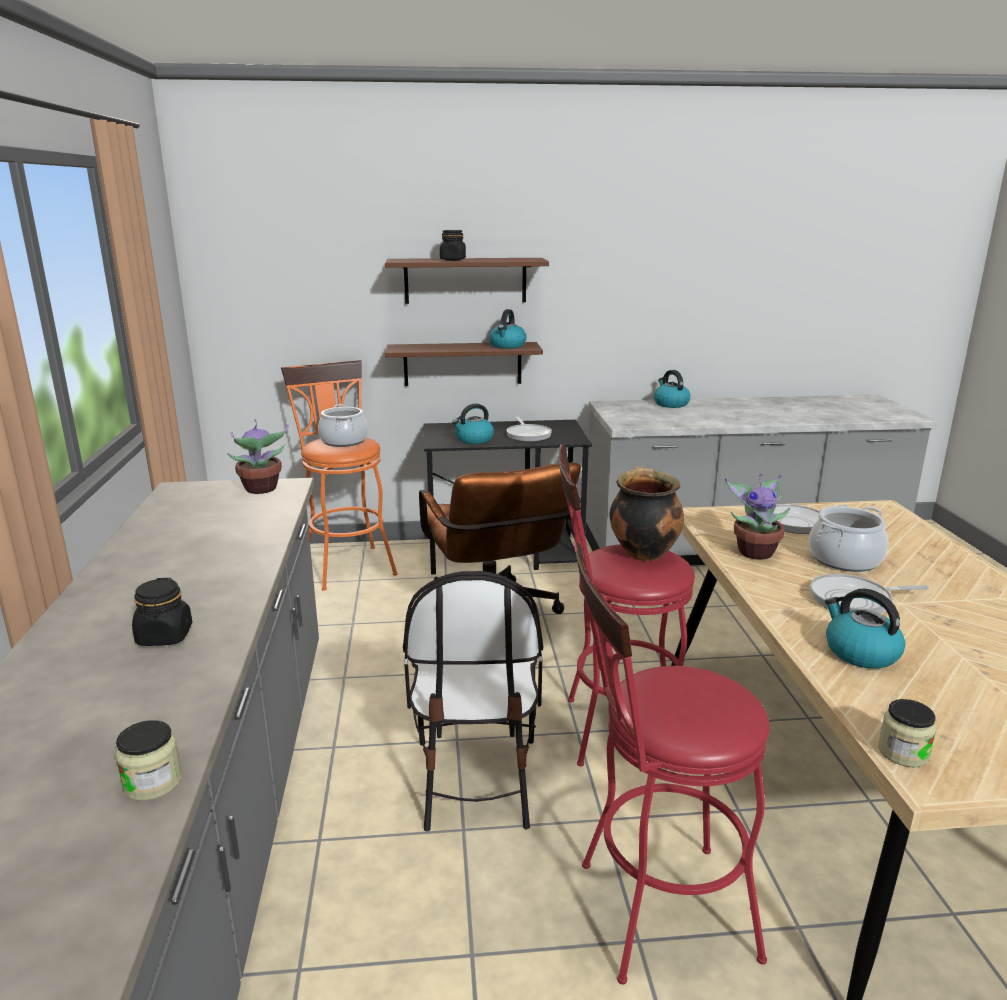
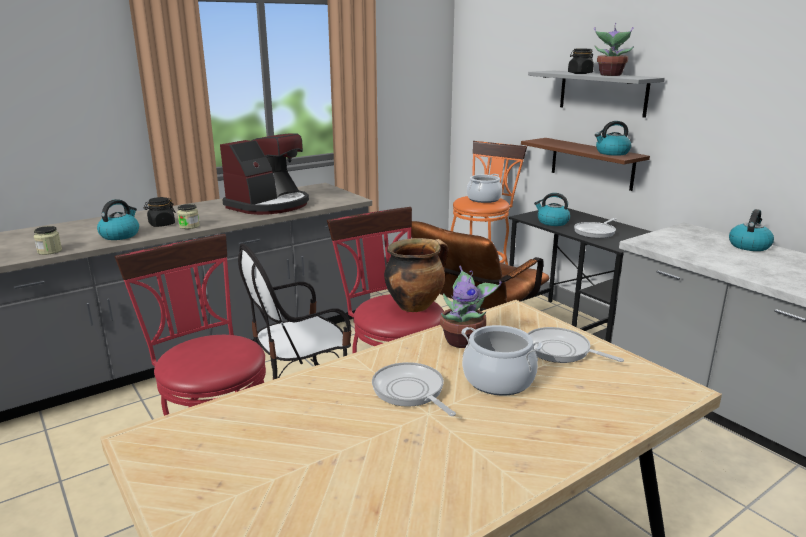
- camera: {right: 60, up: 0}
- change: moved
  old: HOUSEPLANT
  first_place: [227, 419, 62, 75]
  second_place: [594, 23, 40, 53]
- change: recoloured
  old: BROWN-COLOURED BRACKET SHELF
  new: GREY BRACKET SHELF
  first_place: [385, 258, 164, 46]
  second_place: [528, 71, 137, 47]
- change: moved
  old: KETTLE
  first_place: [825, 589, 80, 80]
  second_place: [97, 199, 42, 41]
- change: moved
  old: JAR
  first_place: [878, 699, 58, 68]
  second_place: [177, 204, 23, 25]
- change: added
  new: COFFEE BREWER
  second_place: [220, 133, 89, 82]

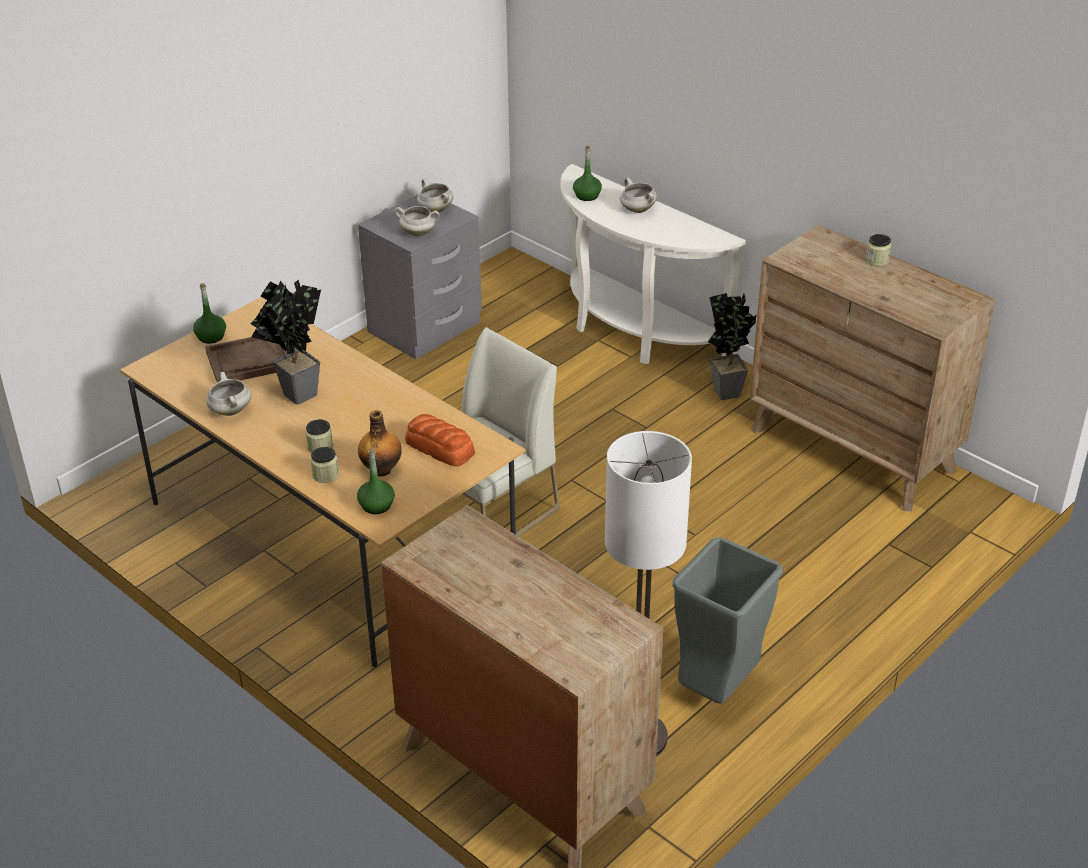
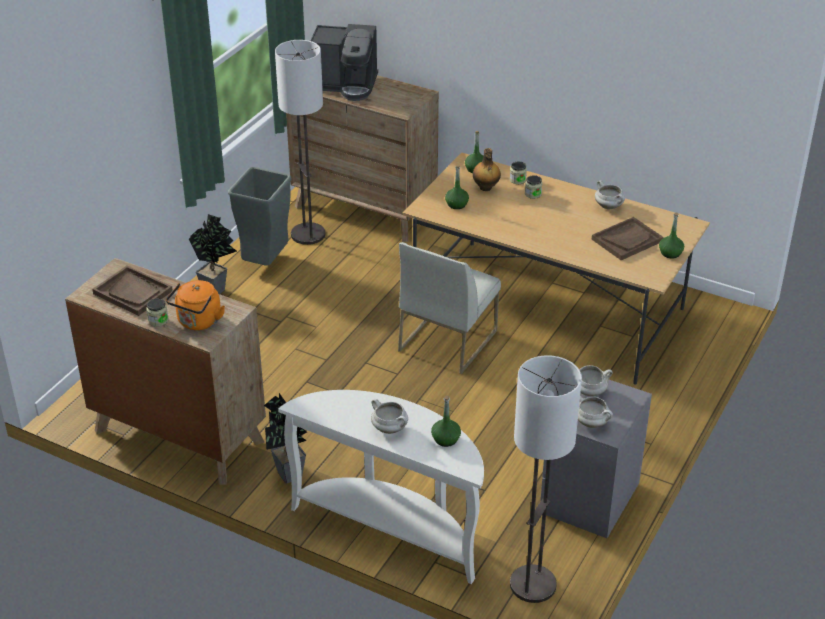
- camera: {right: 165, up: 0}
- change: moved
  old: HOUSEPLANT
  first_place: [251, 280, 70, 125]
  second_place: [189, 214, 48, 80]
- change: replaced
  old: BAKERY BREAD
  new: GREEN-COLOURED DRINK BOTTLE
  first_place: [405, 414, 70, 52]
  second_place: [445, 165, 24, 44]
- change: added
  new: BROWN-COLOURED CARRYING TRAY
  second_place: [92, 266, 81, 50]
- change: added
  new: ORANGE-COLOURED KETTLE
  second_place: [166, 280, 59, 50]
- change: added
  new: COFFEE BREWER
  second_place: [310, 24, 68, 77]
- change: added
  new: FLOOR LAMP
  second_place: [510, 355, 72, 248]

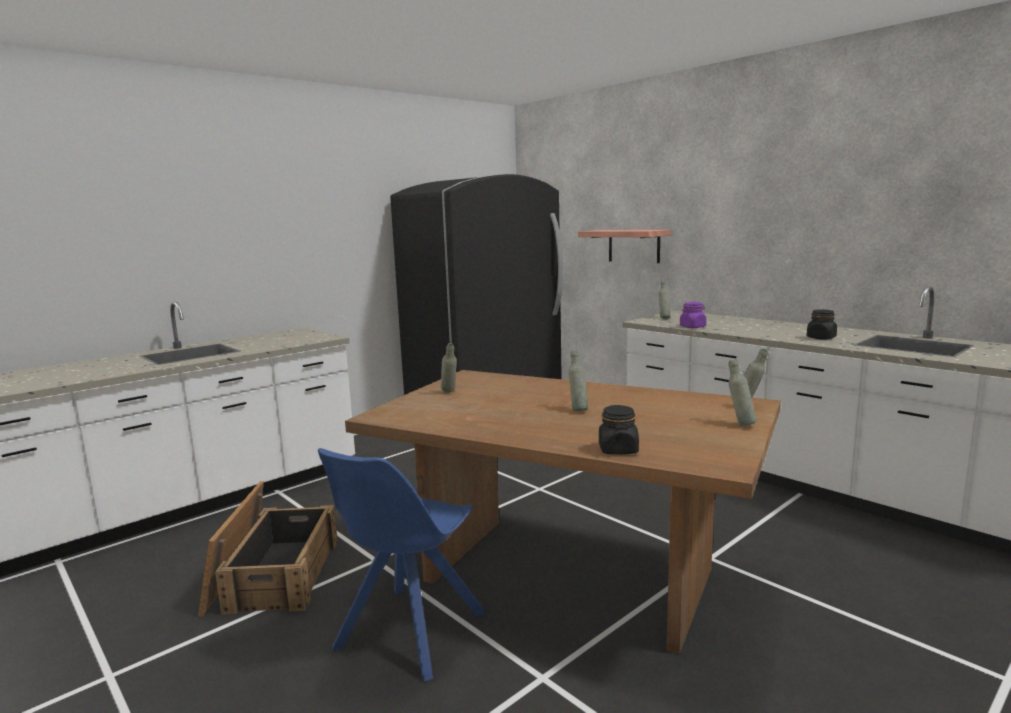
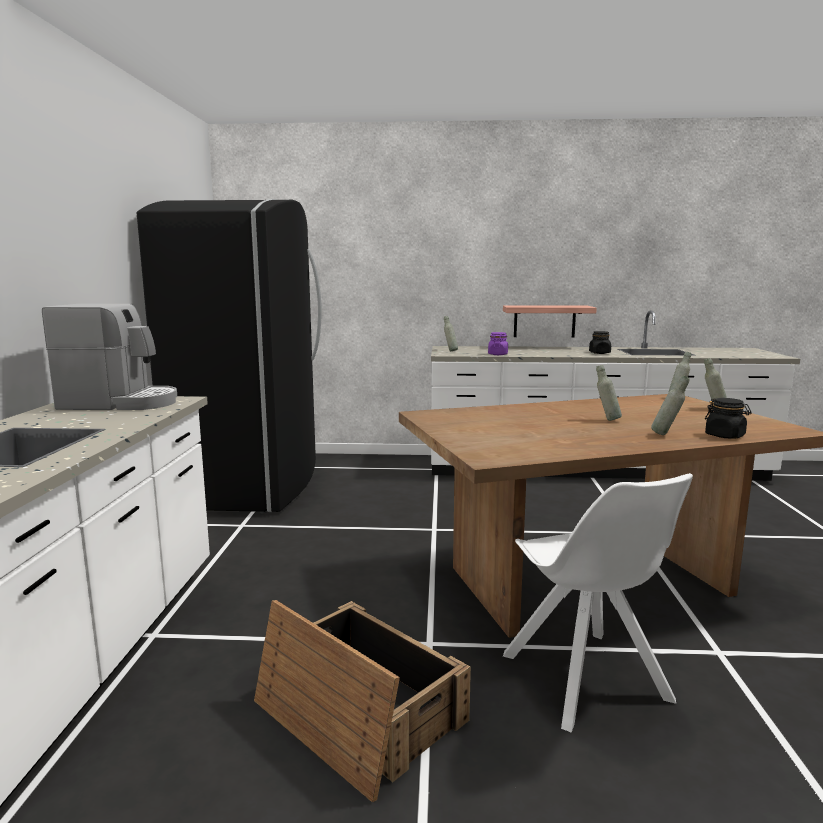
- camera: {right: -45, up: 0}
- change: recoloured
  old: BLUE-COLOURED CHAIR
  new: WHITE-COLOURED CHAIR
  first_place: [318, 448, 167, 234]
  second_place: [503, 473, 190, 260]
- change: moved
  old: GREY DRINK BOTTLE
  first_place: [441, 343, 16, 50]
  second_place: [651, 376, 39, 59]
- change: moved
  old: BRACKET SHELF
  first_place: [578, 230, 93, 33]
  second_place: [503, 305, 94, 32]
- change: added
  new: COFFEE BREWER
  second_place: [42, 304, 135, 106]

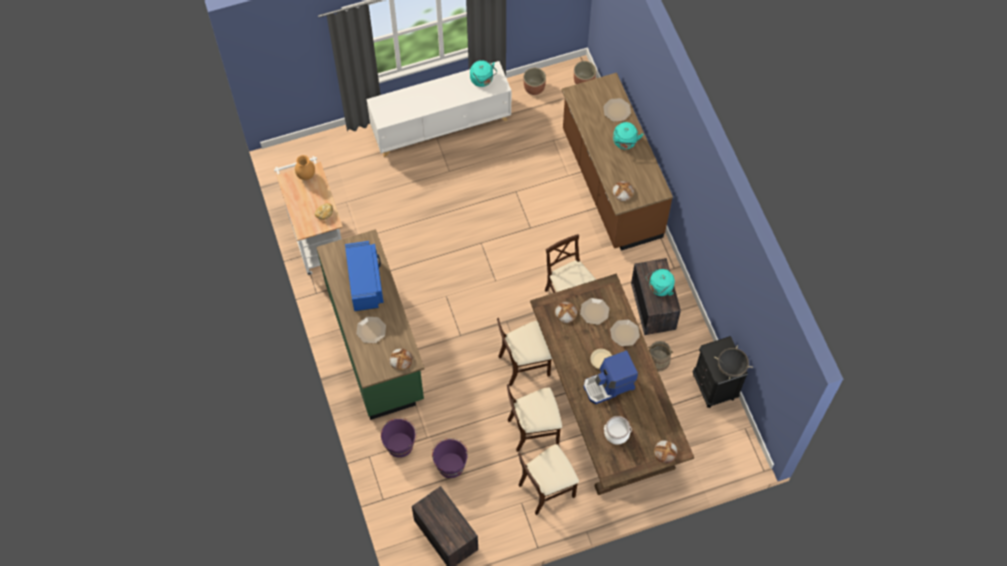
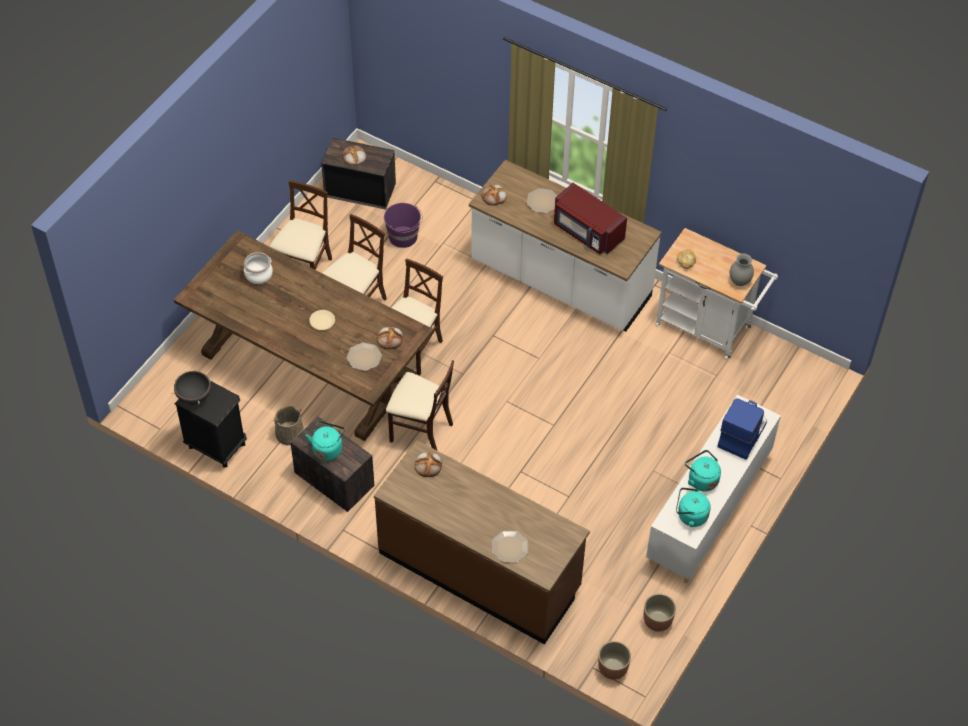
- camera: {right: 140, up: -10}
- change: recoloured
  old: BROWN-COLOURED DECORATIVE VASE
  new: GREY DECORATIVE VASE
  first_place: [295, 155, 20, 25]
  second_place: [730, 254, 24, 32]
- change: recoloured
  old: GREEN-COLOURED KITCHEN BASE UNIT
  new: WHITE-COLOURED KITCHEN BASE UNIT
  first_place: [316, 229, 108, 191]
  second_place: [469, 160, 193, 171]
- change: recoloured
  old: BLUE-COLOURED MICROWAVE
  new: REDDISH MICROWAVE
  first_place: [345, 241, 39, 71]
  second_place: [554, 183, 73, 71]
- change: removed
  old: PURPLE-COLOURED BUCKET
  first_place: [381, 418, 36, 40]
- change: moved
  old: COFFEE BREWER
  first_place: [584, 350, 54, 54]
  second_place: [717, 399, 50, 61]
- change: removed
  old: PLATE
  first_place: [610, 320, 30, 26]
- change: moved
  old: TURQUOISE-COLOURED KETTLE
  first_place: [613, 122, 30, 27]
  second_place: [685, 450, 36, 42]
- change: moved
  old: BAKERY BREAD
  first_place: [654, 440, 24, 23]
  second_place: [342, 145, 24, 20]

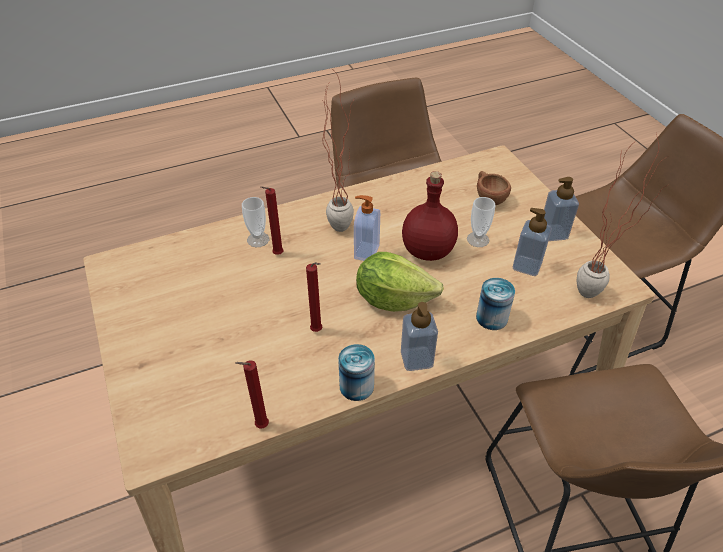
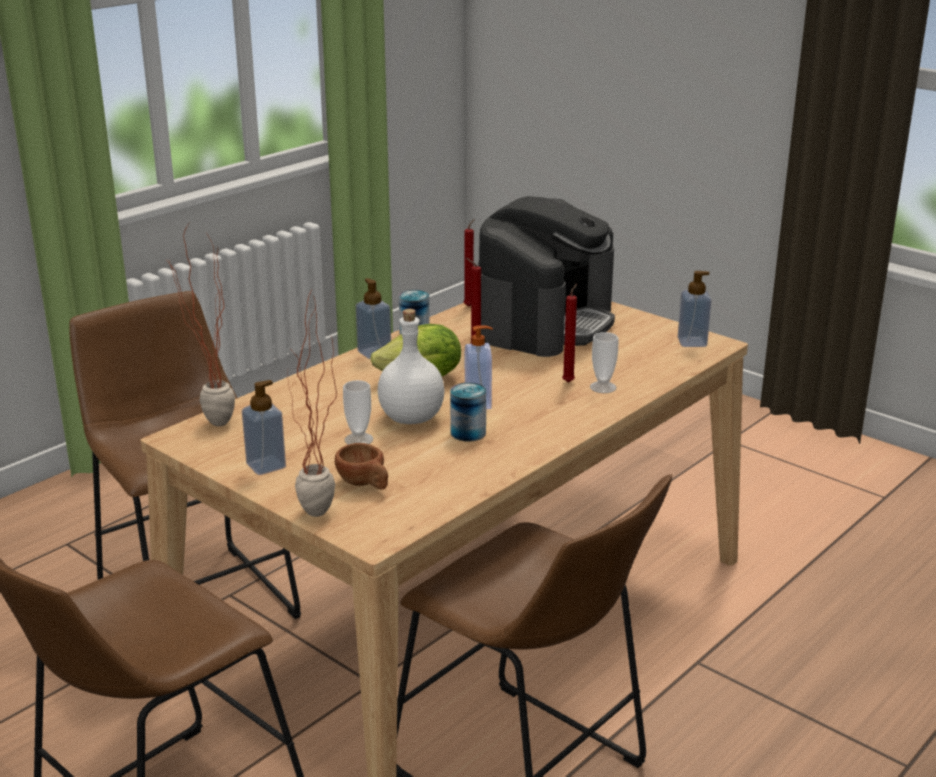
- camera: {right: 155, up: -20}
- change: moved
  old: HOUSEPLANT
  first_place: [322, 71, 34, 161]
  second_place: [287, 292, 50, 225]
- change: recoloured
  old: REDDISH DRINK BOTTLE
  new: WHITE-COLOURED DRINK BOTTLE
  first_place: [402, 171, 56, 90]
  second_place: [378, 309, 67, 115]
- change: moved
  old: METAL CAN
  first_place: [476, 278, 39, 52]
  second_place: [450, 383, 36, 59]
- change: moved
  old: SOAP BOTTLE
  first_place: [513, 208, 39, 68]
  second_place: [678, 271, 34, 76]
- change: added
  new: COFFEE BREWER
  second_place: [477, 196, 138, 161]

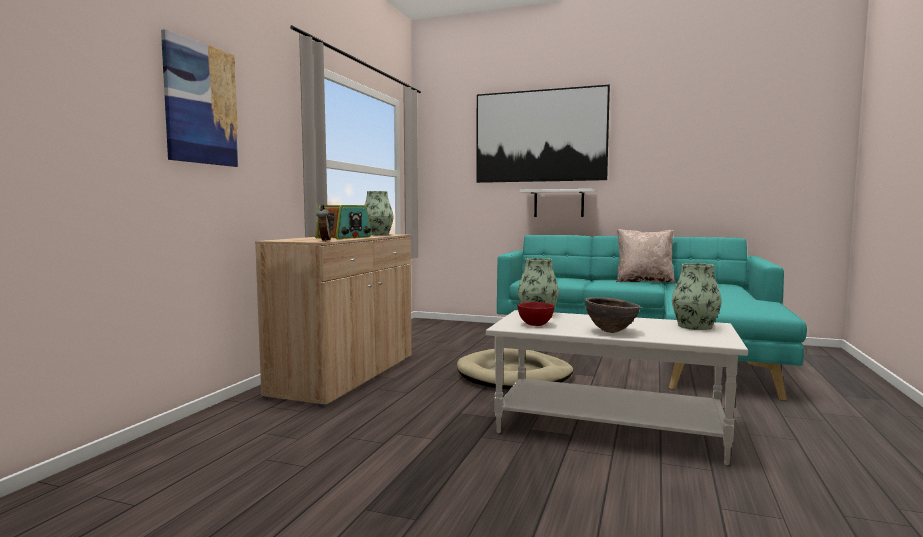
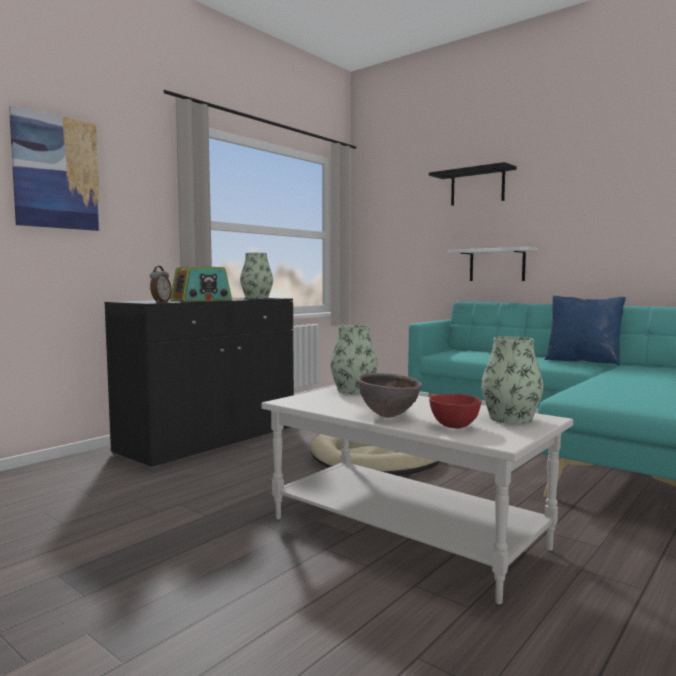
- camera: {right: 20, up: 0}
- change: recoloured
  old: BEIGE-COLOURED CABINET
  new: BLACK-COLOURED CABINET
  first_place: [255, 234, 157, 174]
  second_place: [104, 297, 190, 173]
- change: replaced
  old: WALL ART
  new: BLACK-COLOURED BRACKET SHELF
  first_place: [476, 85, 134, 98]
  second_place: [429, 162, 88, 44]
- change: moved
  old: REDDISH BOWL
  first_place: [517, 302, 38, 24]
  second_place: [429, 394, 52, 34]
- change: recoloured
  old: BEIGE-COLOURED CUSHION
  new: BLUE-COLOURED CUSHION
  first_place: [616, 229, 59, 54]
  second_place: [544, 295, 82, 70]

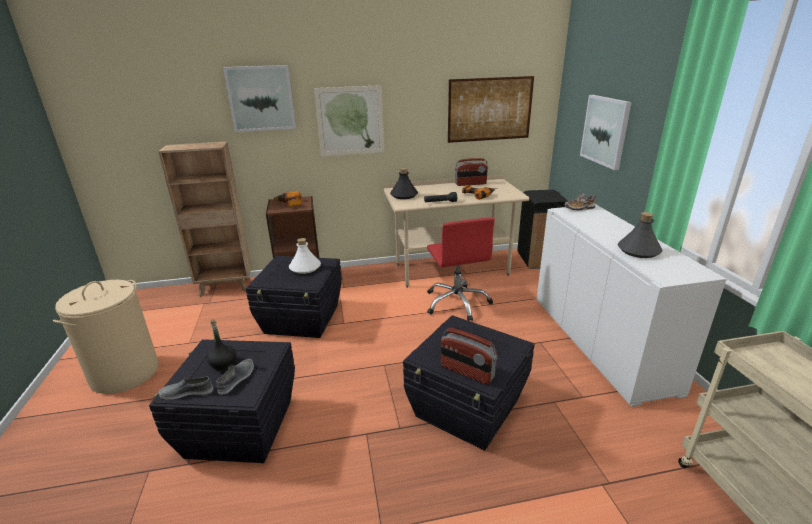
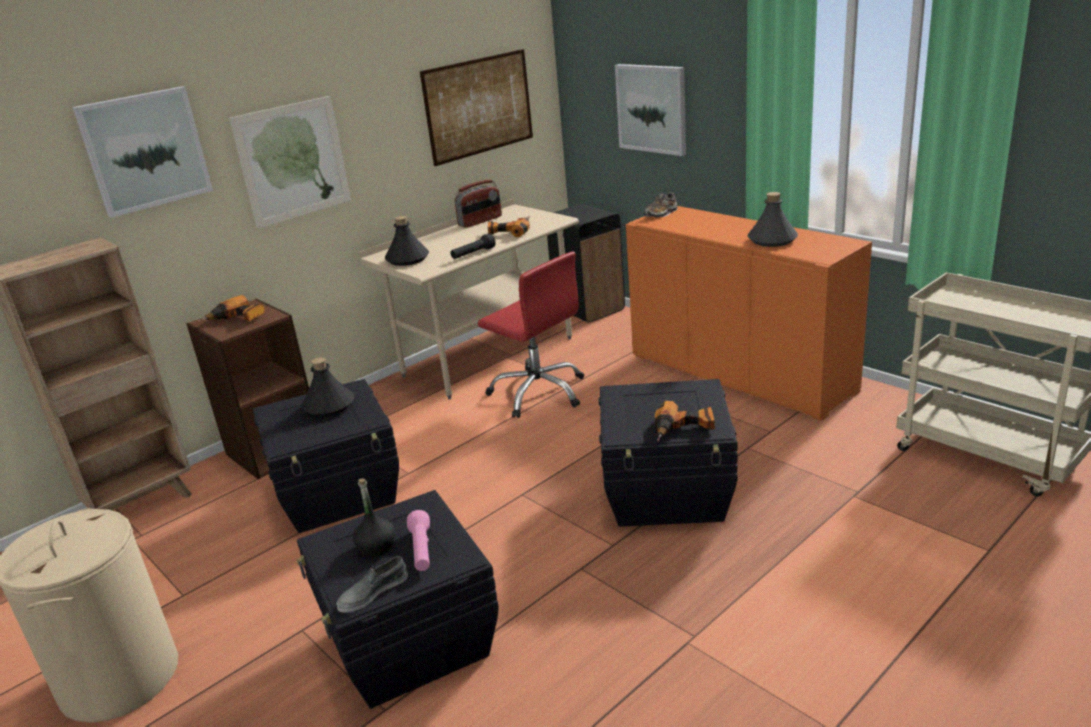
- camera: {right: -30, up: 0}
- change: replaced
  old: GREY LOW SHOE
  new: PINK TORCH
  first_place: [216, 359, 38, 36]
  second_place: [407, 510, 23, 61]
- change: recoloured
  old: WHITE-COLOURED DRINK BOTTLE
  new: BLACK-COLOURED DRINK BOTTLE
  first_place: [289, 238, 32, 36]
  second_place: [301, 357, 53, 59]
- change: replaced
  old: RADIO SET
  new: ELECTRIC DRILL
  first_place: [441, 328, 57, 57]
  second_place: [655, 401, 60, 41]
- change: recoloured
  old: WHITE-COLOURED CABINET
  new: ORANGE-COLOURED CABINET
  first_place: [536, 204, 191, 203]
  second_place: [626, 206, 246, 215]

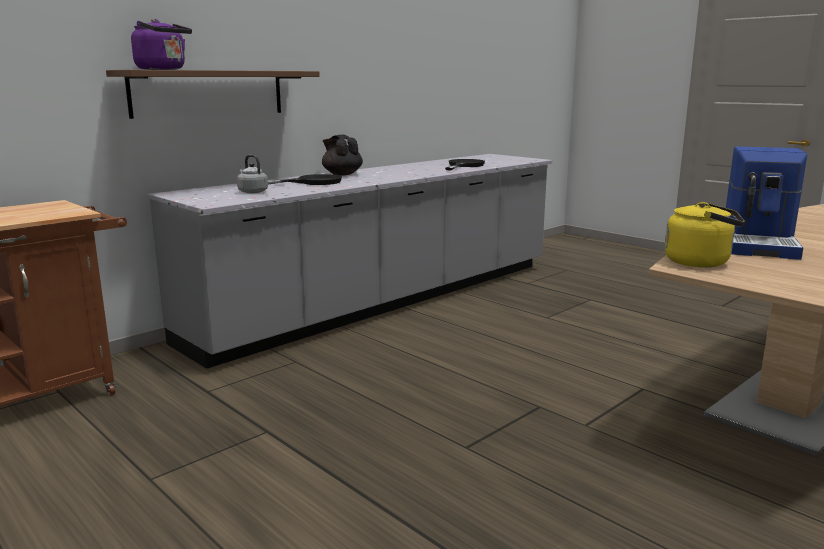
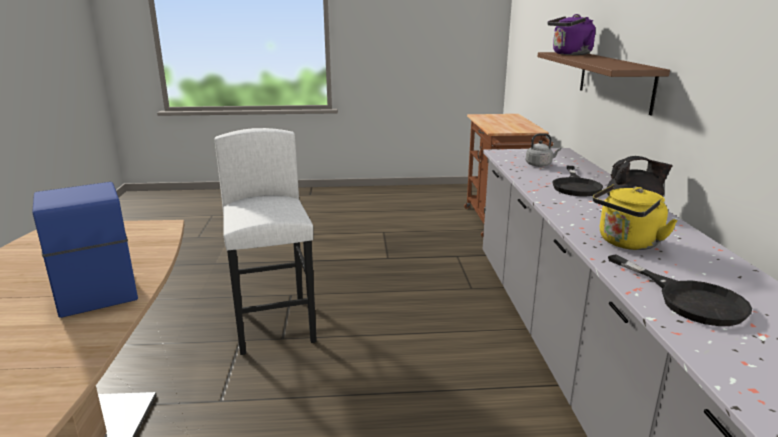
- camera: {right: 130, up: 5}
- change: moved
  old: YELLOWISH KETTLE
  first_place: [665, 201, 80, 66]
  second_place: [593, 184, 85, 66]
- change: added
  new: WHITE-COLOURED STOOL
  second_place: [215, 128, 102, 227]

